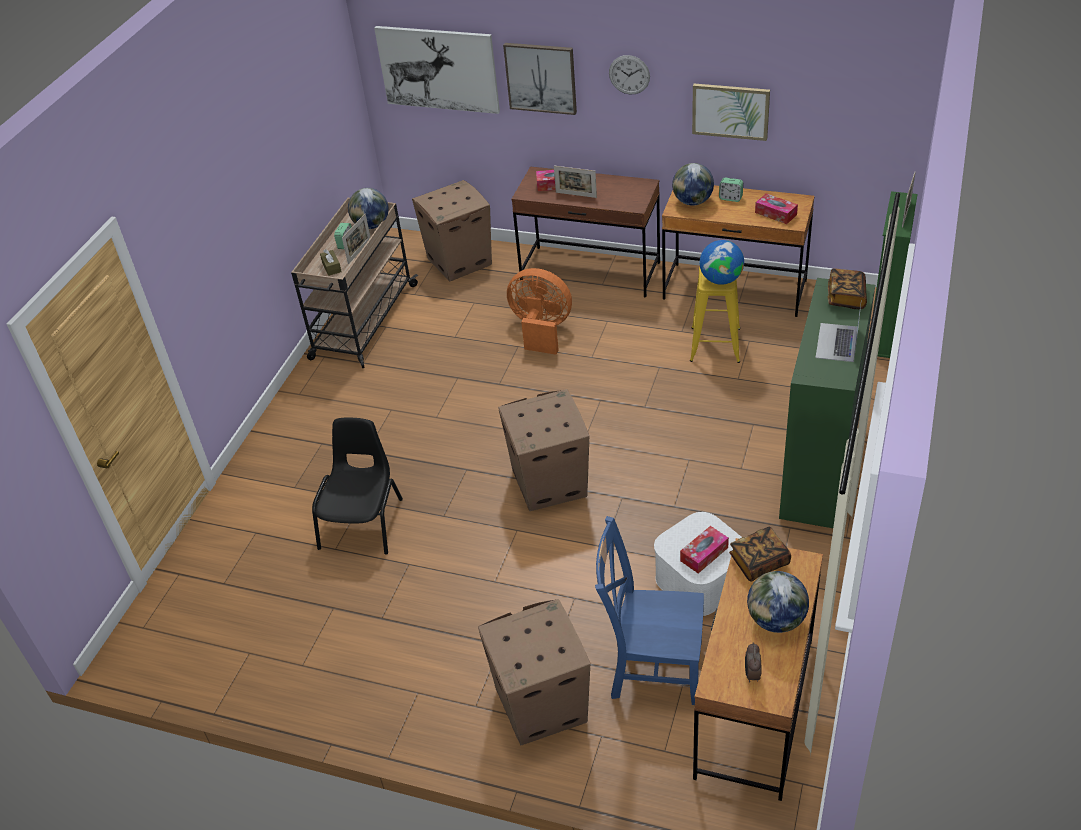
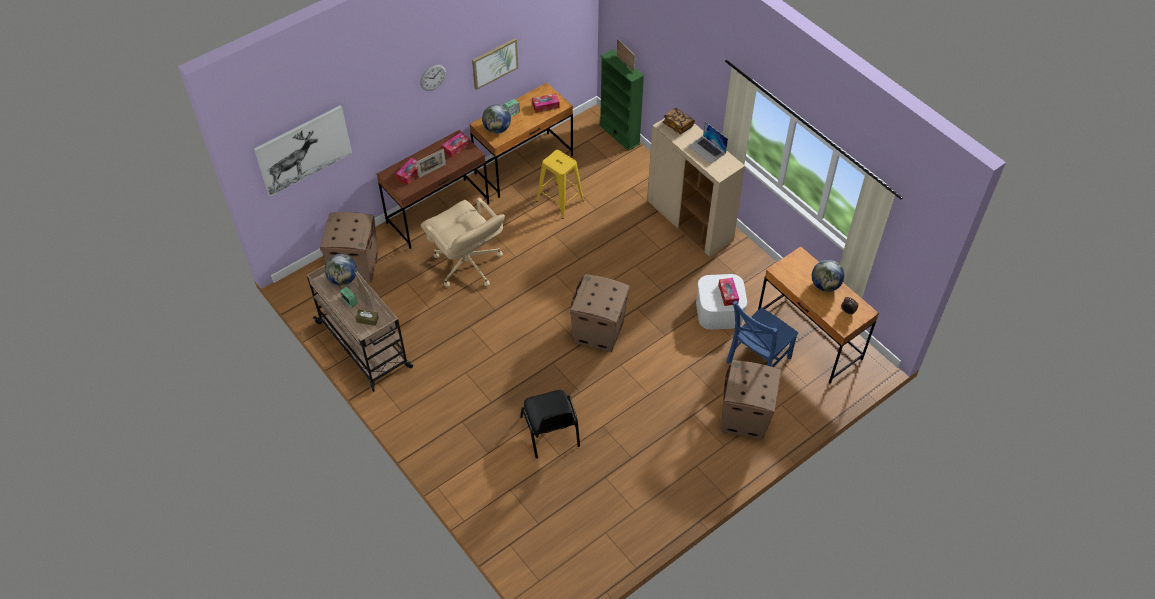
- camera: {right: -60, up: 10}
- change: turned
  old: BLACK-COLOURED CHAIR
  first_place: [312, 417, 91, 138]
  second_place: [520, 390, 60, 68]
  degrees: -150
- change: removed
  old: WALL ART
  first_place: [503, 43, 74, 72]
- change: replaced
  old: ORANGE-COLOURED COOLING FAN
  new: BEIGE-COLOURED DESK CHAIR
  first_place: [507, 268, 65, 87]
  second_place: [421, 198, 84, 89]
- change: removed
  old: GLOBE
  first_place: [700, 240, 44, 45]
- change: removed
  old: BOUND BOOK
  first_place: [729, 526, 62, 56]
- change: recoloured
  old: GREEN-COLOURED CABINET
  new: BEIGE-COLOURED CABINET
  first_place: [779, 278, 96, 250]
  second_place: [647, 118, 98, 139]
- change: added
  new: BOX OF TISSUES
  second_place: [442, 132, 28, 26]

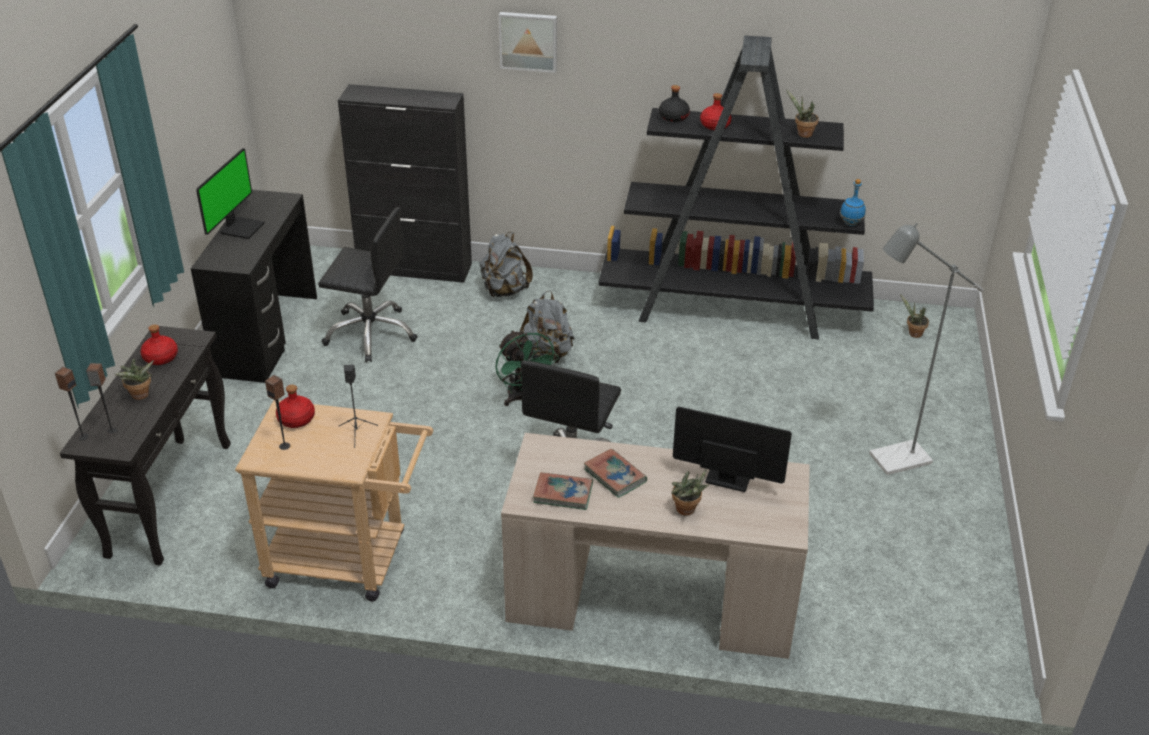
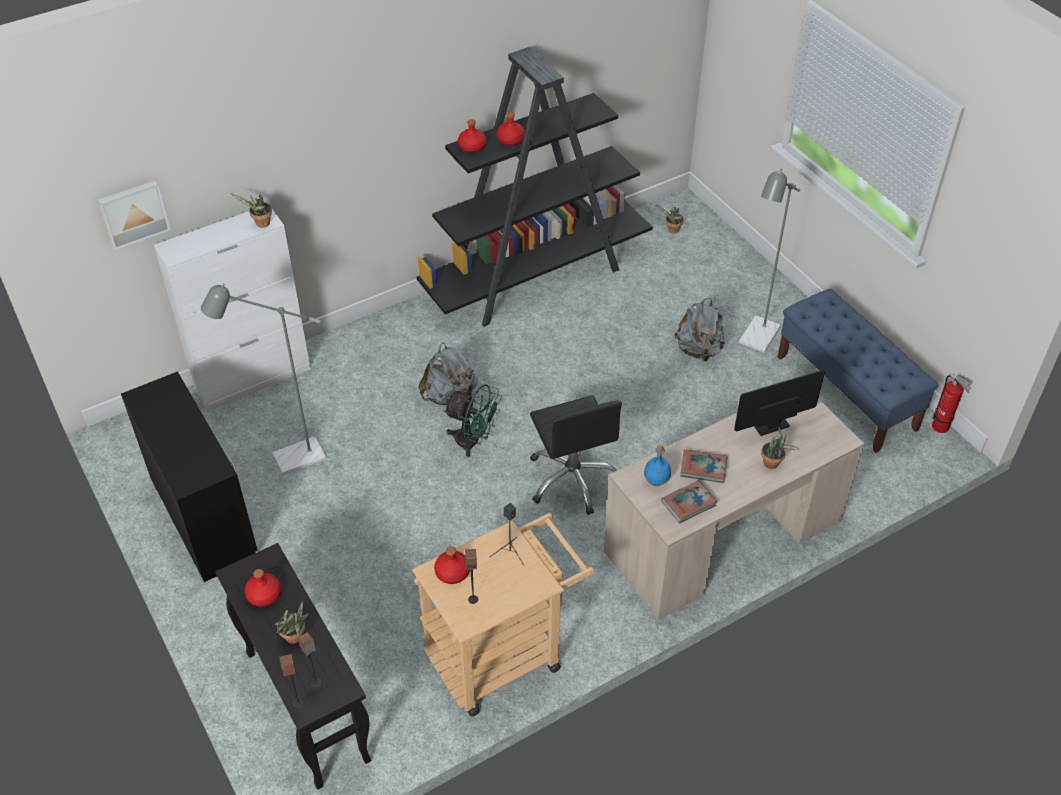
- camera: {right: -40, up: 10}
- change: removed
  old: MONITOR
  first_place: [196, 148, 69, 91]
- change: replaced
  old: BLACK-COLOURED DESK CHAIR
  new: GREY FLOOR LAMP
  first_place: [318, 207, 100, 155]
  second_place: [201, 284, 125, 191]
- change: recoloured
  old: BLACK-COLOURED CABINET
  new: WHITE-COLOURED CABINET
  first_place: [338, 84, 134, 199]
  second_place: [154, 209, 157, 202]
- change: moved
  old: GREY BACKPACK
  first_place: [479, 232, 54, 65]
  second_place: [674, 298, 51, 63]
- change: moved
  old: WALL ART
  first_place: [499, 12, 58, 61]
  second_place: [98, 180, 73, 70]
- change: recoloured
  old: BLACK-COLOURED DRINK BOTTLE
  new: REDDISH DRINK BOTTLE
  first_place: [659, 85, 31, 37]
  second_place: [458, 119, 28, 34]
- change: moved
  old: HOUSEPLANT
  first_place: [786, 89, 33, 49]
  second_place: [231, 193, 41, 35]
- change: moved
  old: BLUE-COLOURED DRINK BOTTLE
  first_place: [840, 179, 26, 47]
  second_place: [644, 445, 27, 41]
- change: added
  new: BLUE-COLOURED INDOOR BENCH
  second_place: [777, 289, 161, 164]
- change: added
  new: FIRE EXTINGUISHER
  second_place: [932, 375, 39, 58]

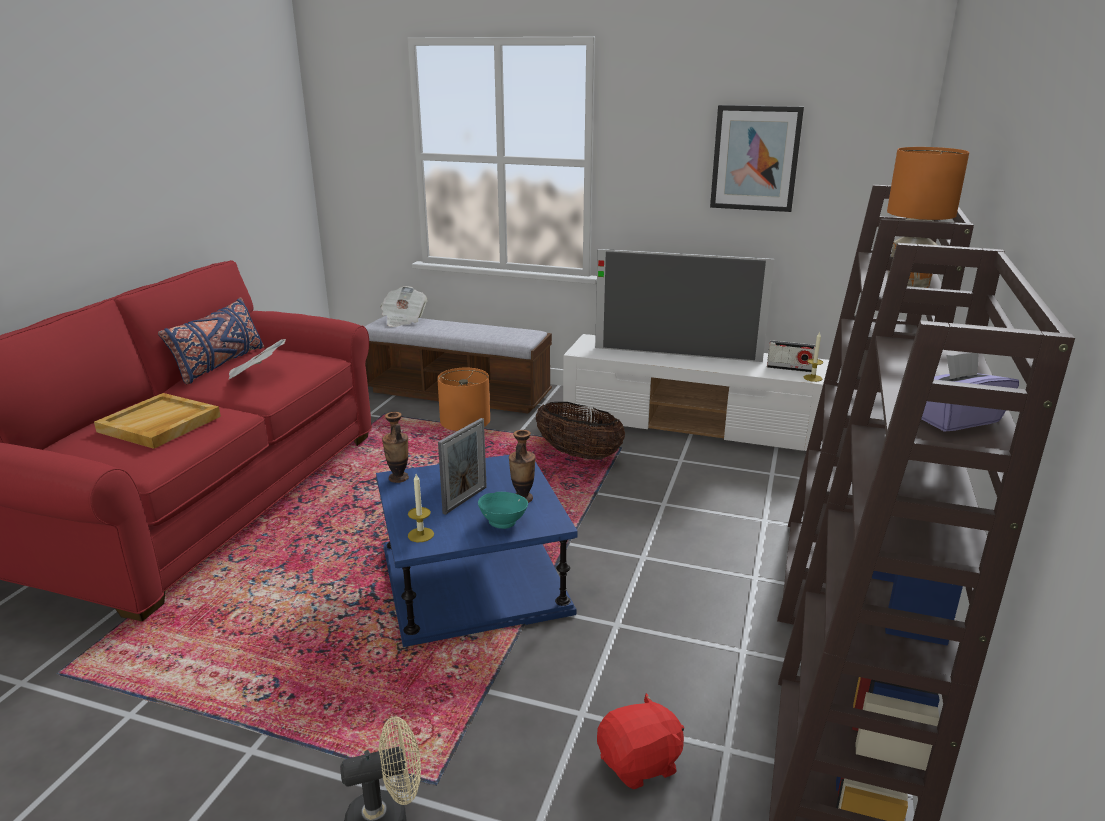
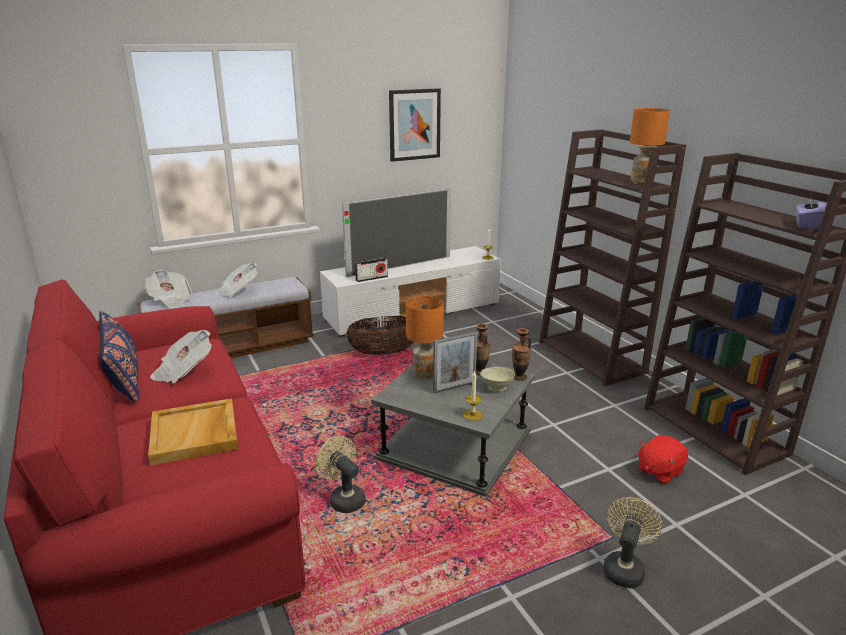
- camera: {right: -45, up: 0}
- change: recoloured
  old: BLUE-COLOURED END TABLE
  new: GREY END TABLE
  first_place: [376, 455, 202, 192]
  second_place: [371, 363, 164, 134]
- change: moved
  old: DECORATIVE VASE
  first_place: [382, 412, 27, 71]
  second_place: [512, 328, 20, 53]
- change: turned
  old: STANDING FRAME
  first_place: [438, 418, 49, 97]
  second_place: [433, 332, 45, 61]
  degrees: 75
- change: recoloured
  old: TURQUOISE-COLOURED BOWL
  new: BEIGE-COLOURED BOWL
  first_place: [478, 492, 50, 37]
  second_place: [480, 367, 35, 25]
- change: turned
  old: REDDISH CUDDLY TOY
  first_place: [597, 693, 87, 96]
  second_place: [638, 435, 50, 49]
  degrees: -150
- change: moved
  old: RADIO SET
  first_place: [767, 340, 49, 32]
  second_place: [355, 258, 33, 24]
- change: added
  new: DAILY PAPER
  second_place: [215, 263, 43, 34]
- change: added
  new: BEIGE-COLOURED COOLING FAN
  second_place: [315, 436, 51, 77]

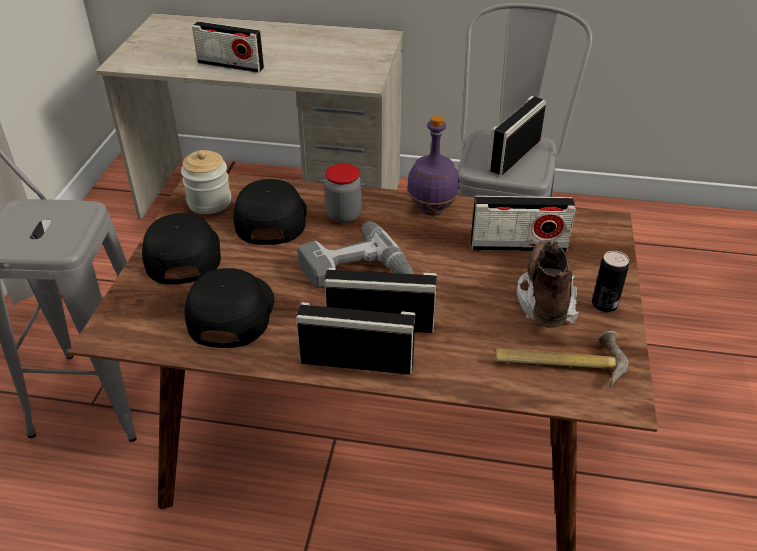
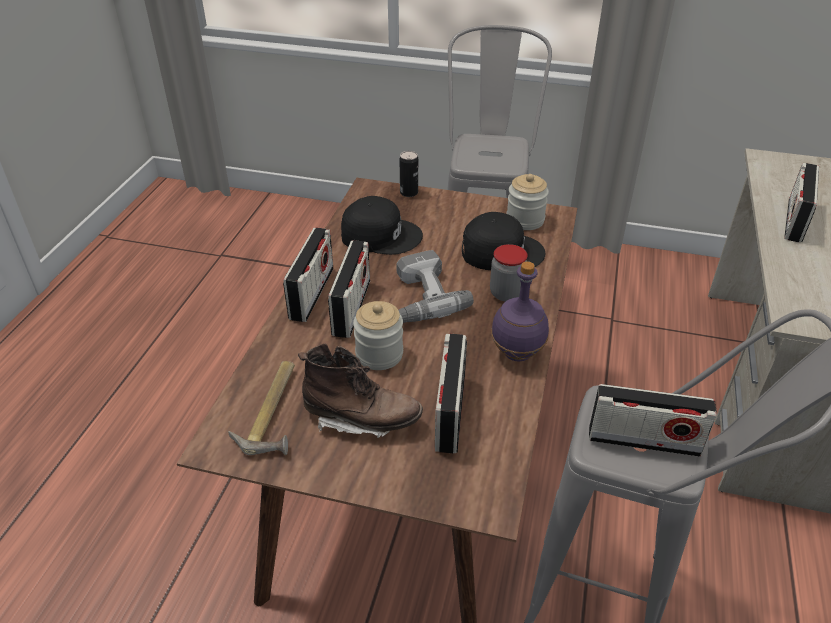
- camera: {right: 95, up: 0}
- change: removed
  old: BLACK-COLOURED PEAKED CAP
  first_place: [142, 213, 79, 72]
- change: turned
  old: RADIO SET
  first_place: [487, 96, 59, 79]
  second_place: [589, 384, 128, 73]
  degrees: 150
- change: moved
  old: METAL CAN
  first_place: [592, 251, 37, 61]
  second_place: [400, 151, 18, 46]
- change: added
  new: JAR
  second_place: [353, 301, 50, 69]

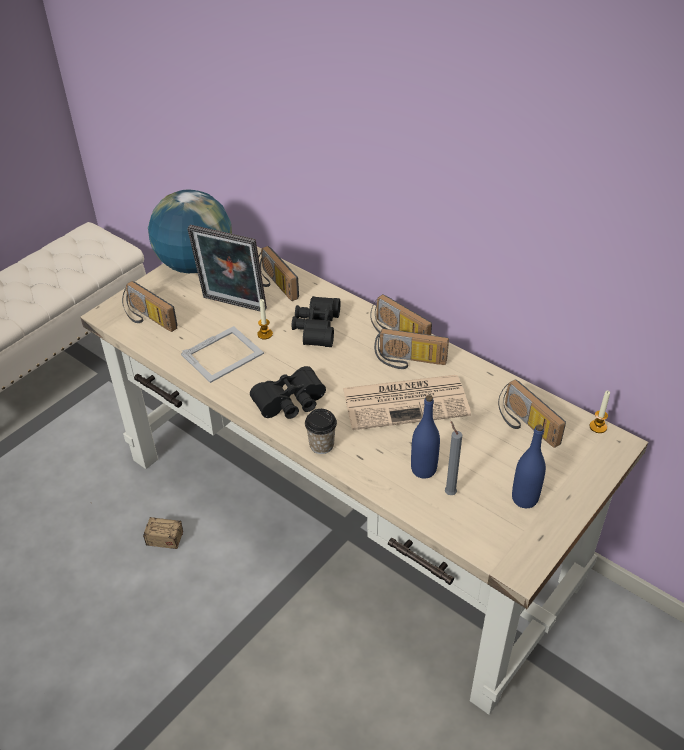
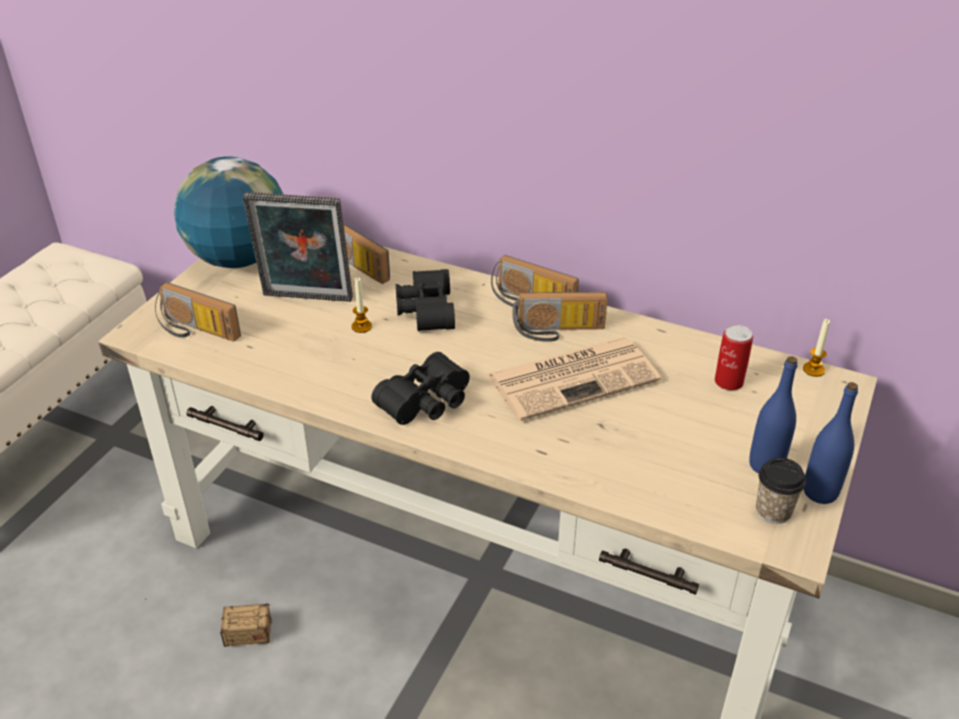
- camera: {right: -15, up: -5}
- change: removed
  old: STANDING FRAME
  first_place: [181, 326, 83, 57]
- change: moved
  old: SMALL CUP
  first_place: [305, 409, 32, 45]
  second_place: [756, 458, 50, 66]
- change: moved
  old: BLUE-COLOURED DRINK BOTTLE
  first_place: [411, 395, 29, 84]
  second_place: [804, 382, 54, 122]
- change: removed
  old: GREY CANDLE
  first_place: [445, 421, 17, 74]
- change: replaced
  old: RADIO SET
  new: METAL CAN
  first_place: [498, 379, 68, 69]
  second_place: [715, 325, 38, 65]

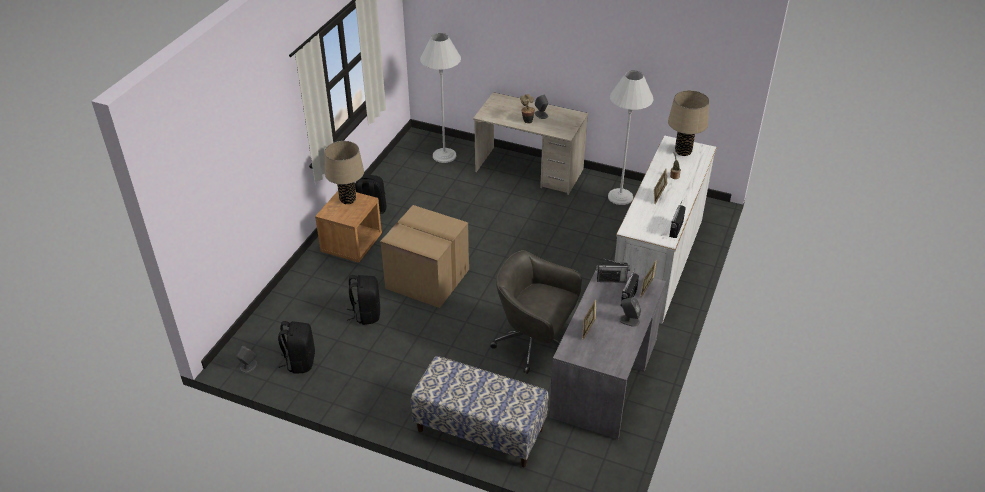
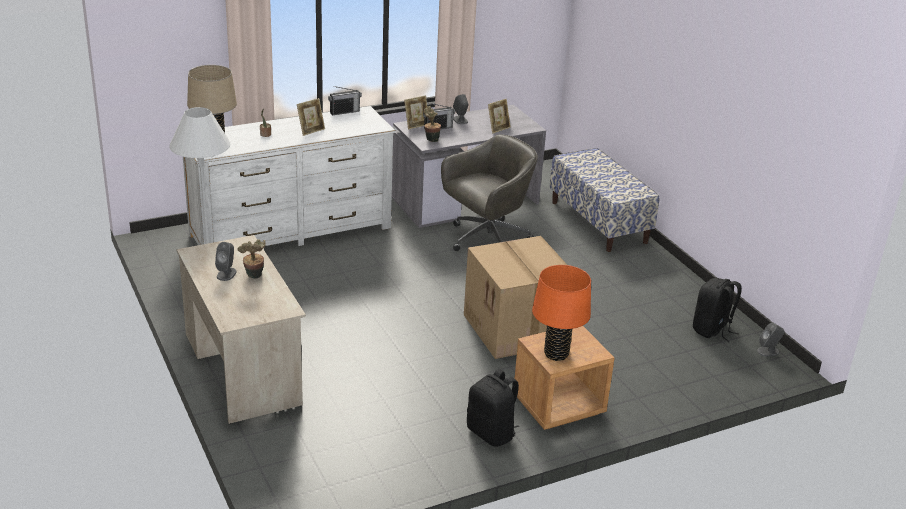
- camera: {right: -140, up: -10}
- change: recoloured
  old: BEIGE-COLOURED LAMP FOR A TABLE
  new: ORANGE-COLOURED LAMP FOR A TABLE
  first_place: [325, 141, 39, 63]
  second_place: [532, 265, 59, 96]
- change: removed
  old: BLACK-COLOURED BACKPACK
  first_place: [347, 275, 33, 50]
- change: removed
  old: WHITE-COLOURED FLOOR LAMP
  first_place: [420, 33, 41, 130]
- change: turned
  old: GREY DESK CHAIR
  first_place: [490, 250, 92, 124]
  second_place: [441, 134, 97, 117]
  degrees: -105
- change: replaced
  old: RADIO SET
  new: HOUSEPLANT
  first_place: [596, 258, 34, 25]
  second_place: [424, 106, 17, 36]

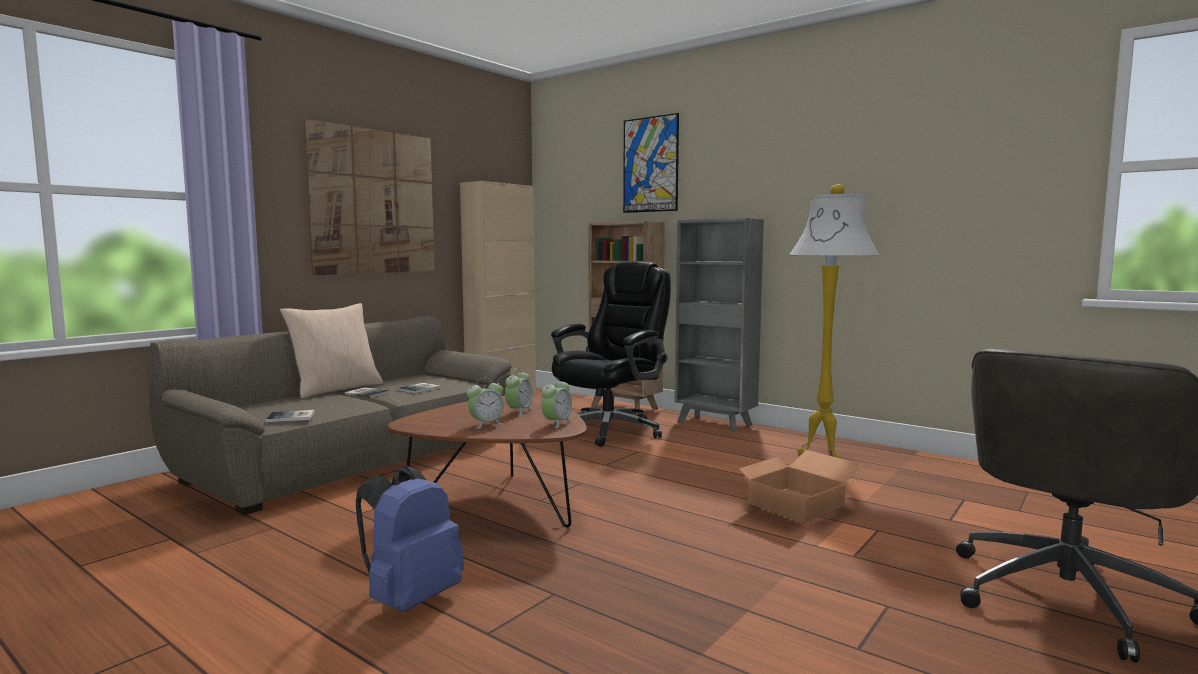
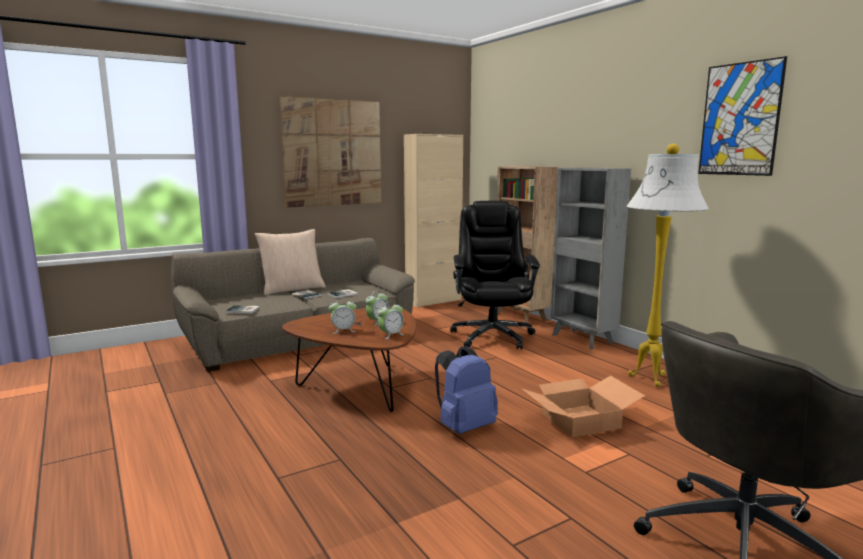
- camera: {right: 20, up: 5}
- change: moved
  old: BLUE-COLOURED BACKPACK
  first_place: [356, 466, 108, 146]
  second_place: [435, 346, 63, 88]
- change: turned
  old: BLACK-COLOURED DESK CHAIR
  first_place: [551, 261, 120, 186]
  second_place: [450, 201, 90, 149]
  degrees: -60
- change: moved
  old: WALL ART
  first_place: [623, 113, 56, 100]
  second_place: [698, 56, 89, 120]

